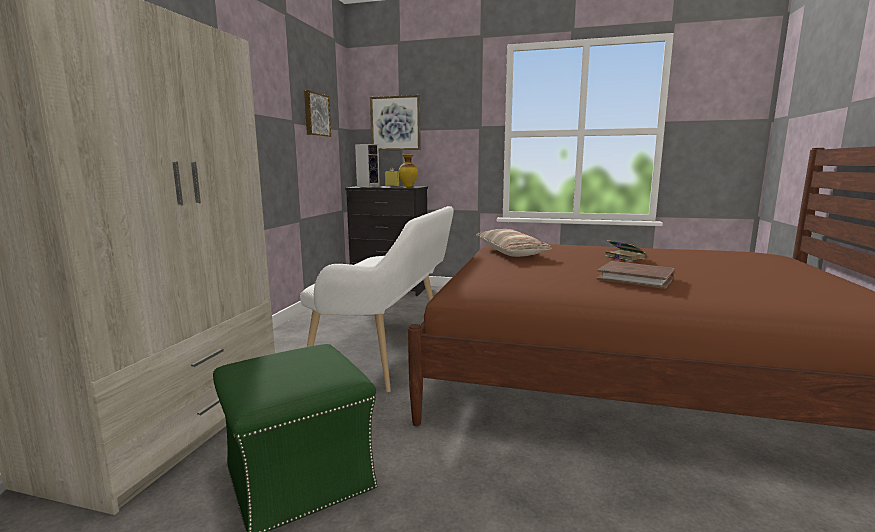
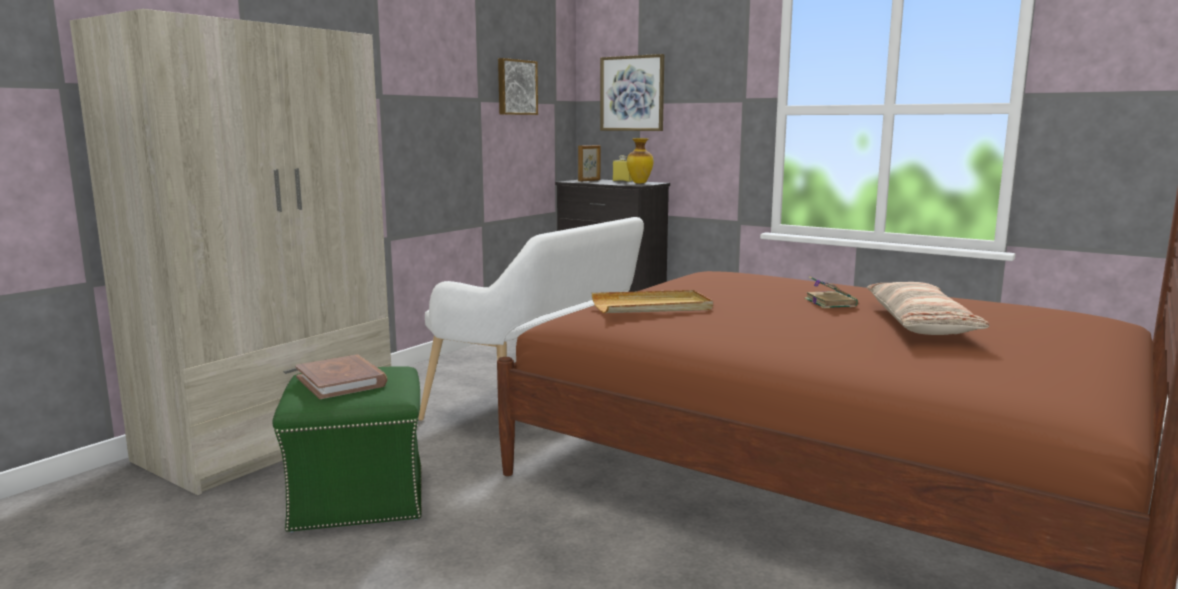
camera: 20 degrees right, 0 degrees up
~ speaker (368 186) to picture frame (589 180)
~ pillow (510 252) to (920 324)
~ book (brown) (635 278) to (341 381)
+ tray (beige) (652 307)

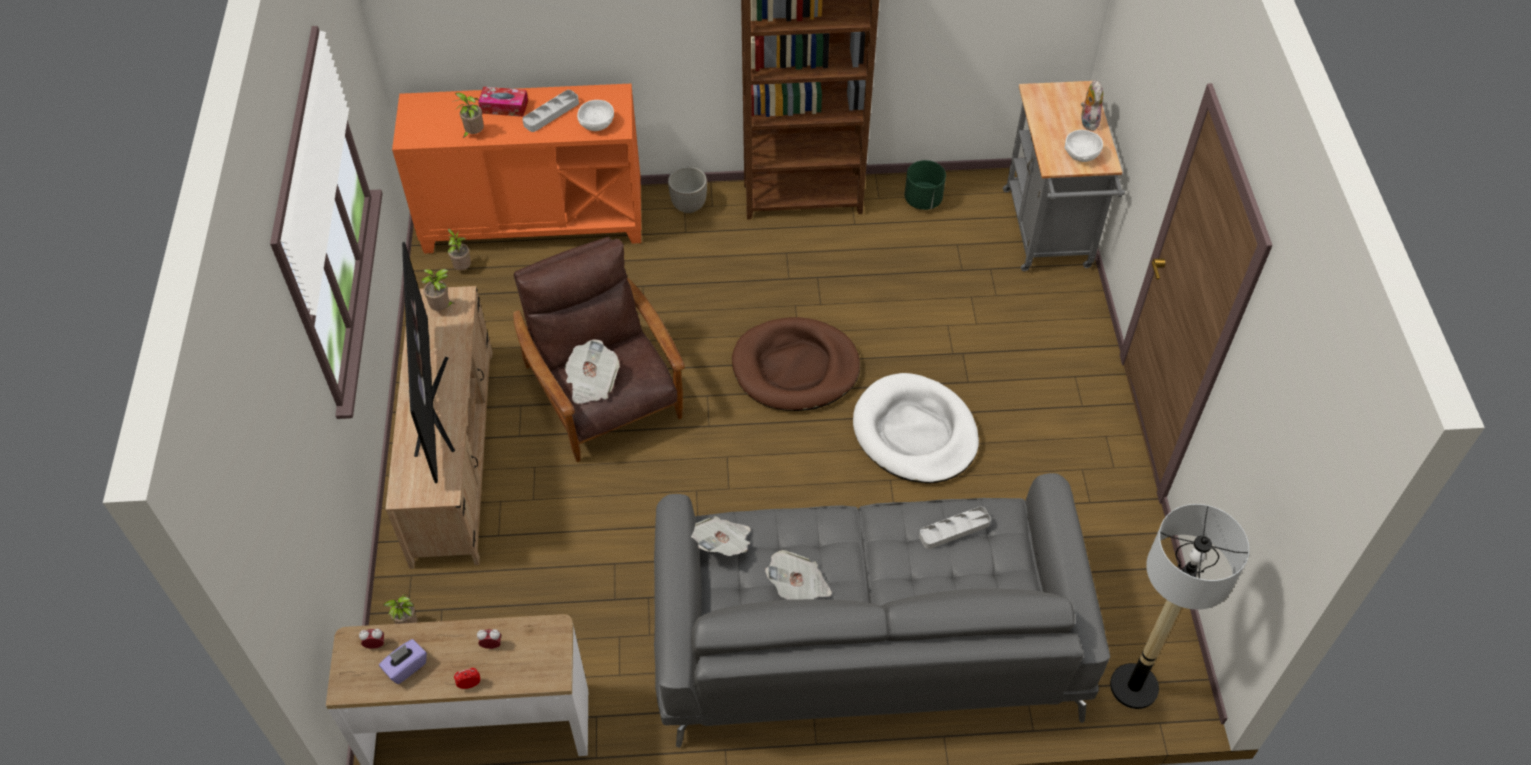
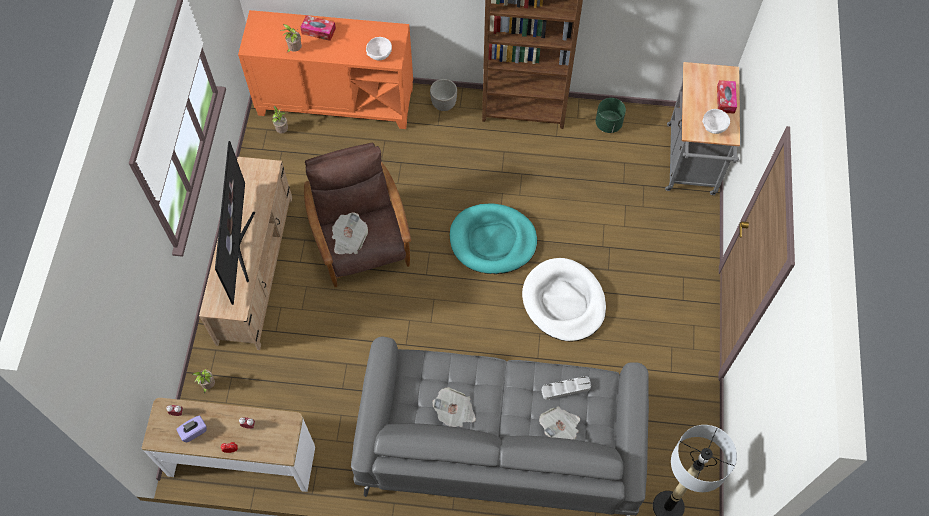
camera: 10 degrees right, 10 degrees up
~ plush toy (1087 121) to tissue box (725 100)
- tray (grey) (551 113)
- potted plant (442 308)
~ dog bed (brown) (795 368) to dog bed (turquoise) (492 241)
~ newspaper (723 544) to (560 427)

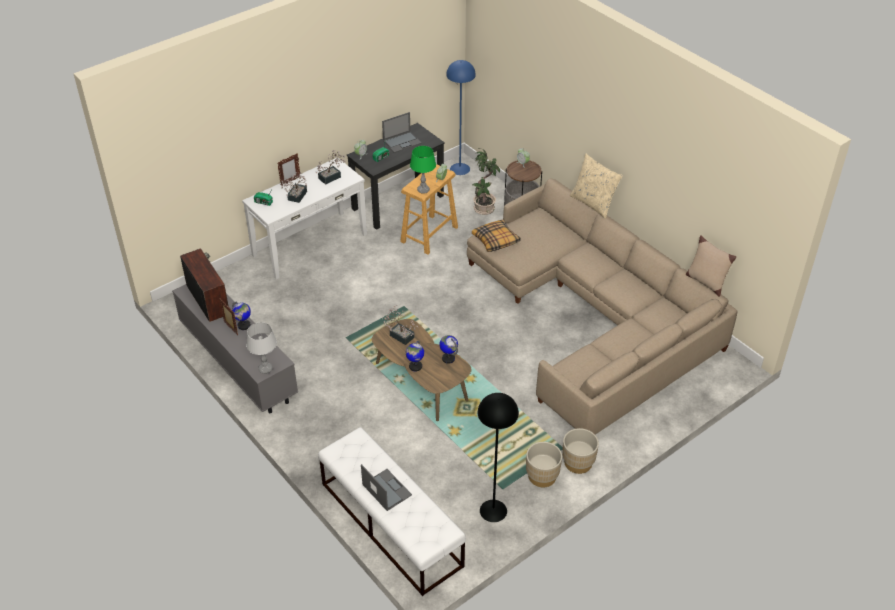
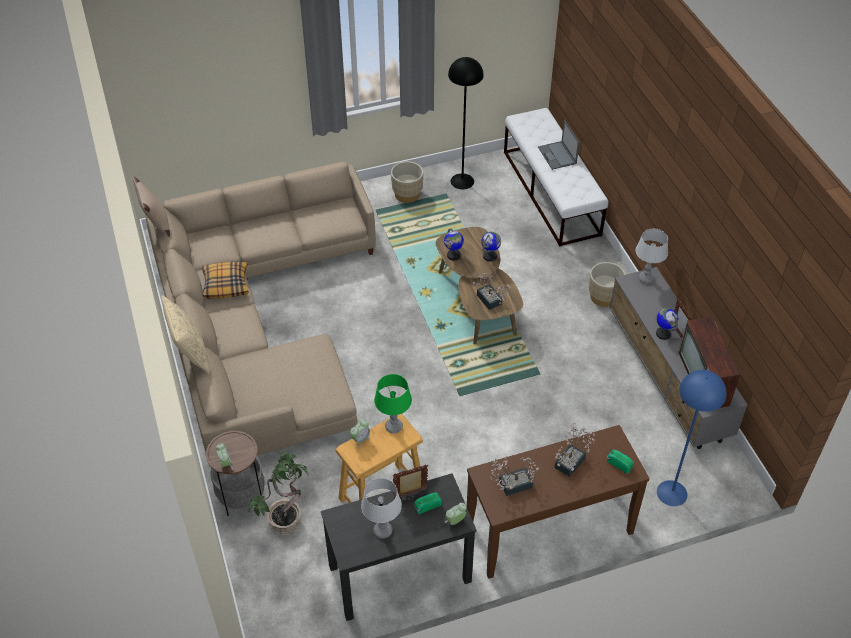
camera: 160 degrees left, 5 degrees up
~ floor lamp (blue) (460 169) to (672 492)
~ laptop (402 142) to table lamp (grey) (382 531)
~ picture frame (290 181) to (410 494)
~ console table (white) (309 244) to console table (brown) (549 529)
~ pillow (495 240) to (226 284)
~ planter (beige) (578 463) to (604 297)

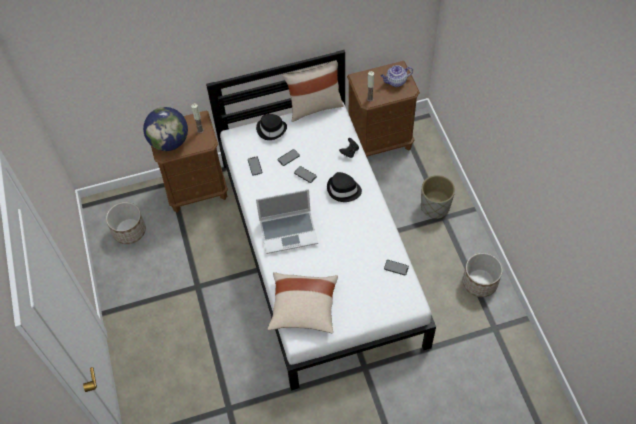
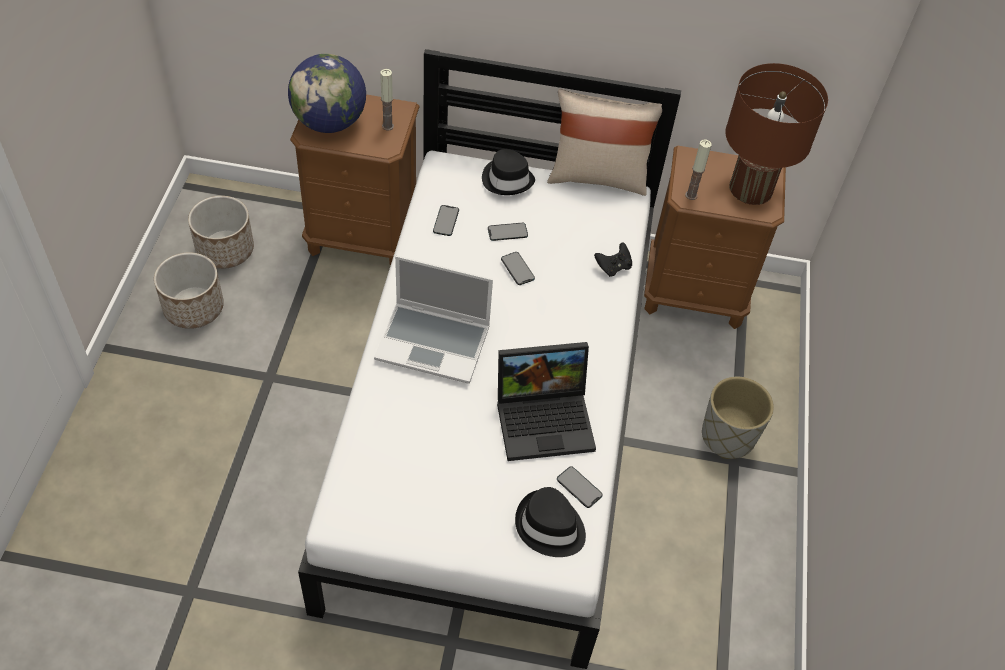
camera: 20 degrees right, 5 degrees down
~ teapot (395 82) to table lamp (brown) (750 188)
~ hat (black) (343 190) to (549 527)
~ planter (480 283) to (194 308)
- pillow (beige) (303 308)
+ laptop (546 418)

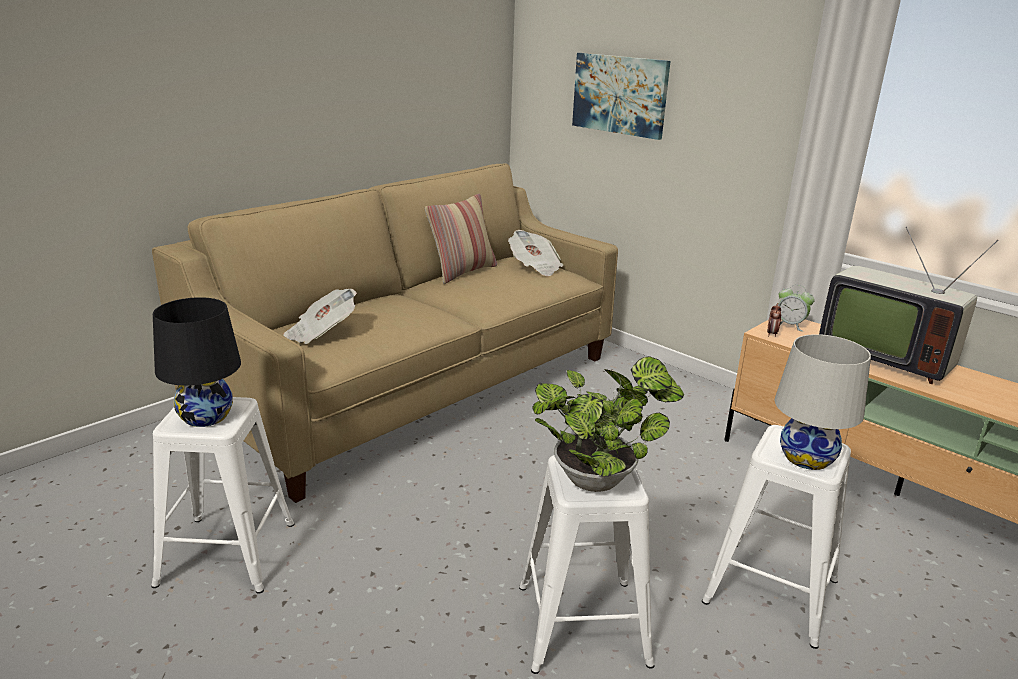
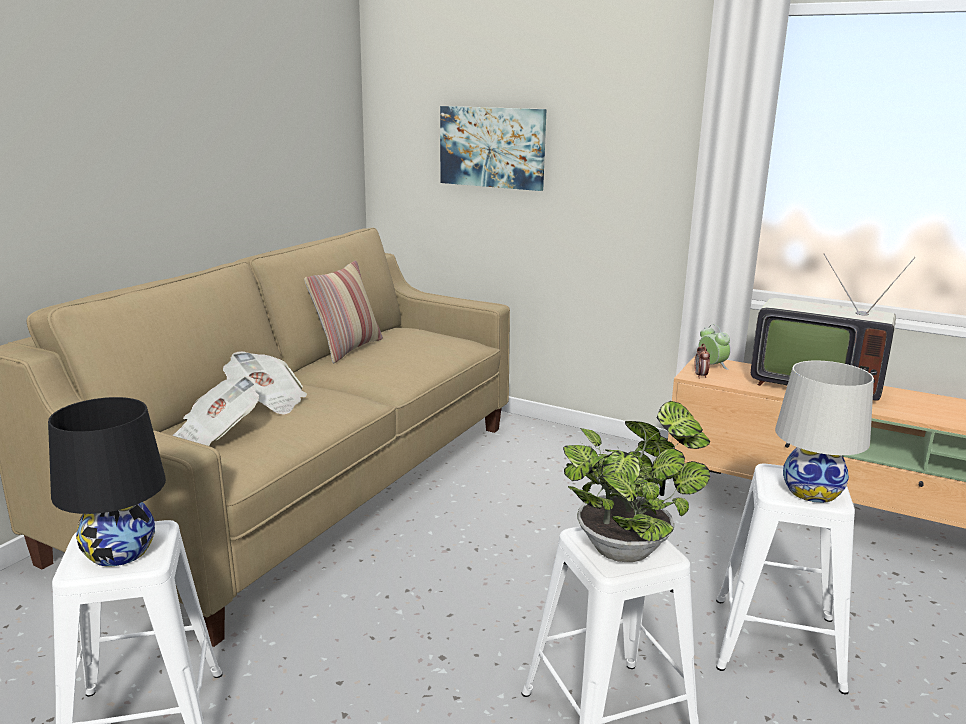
camera: 15 degrees left, 5 degrees down
~ newspaper (535 267) to (267 402)
~ alarm clock (790 325) = (712 366) 135 degrees counterclockwise

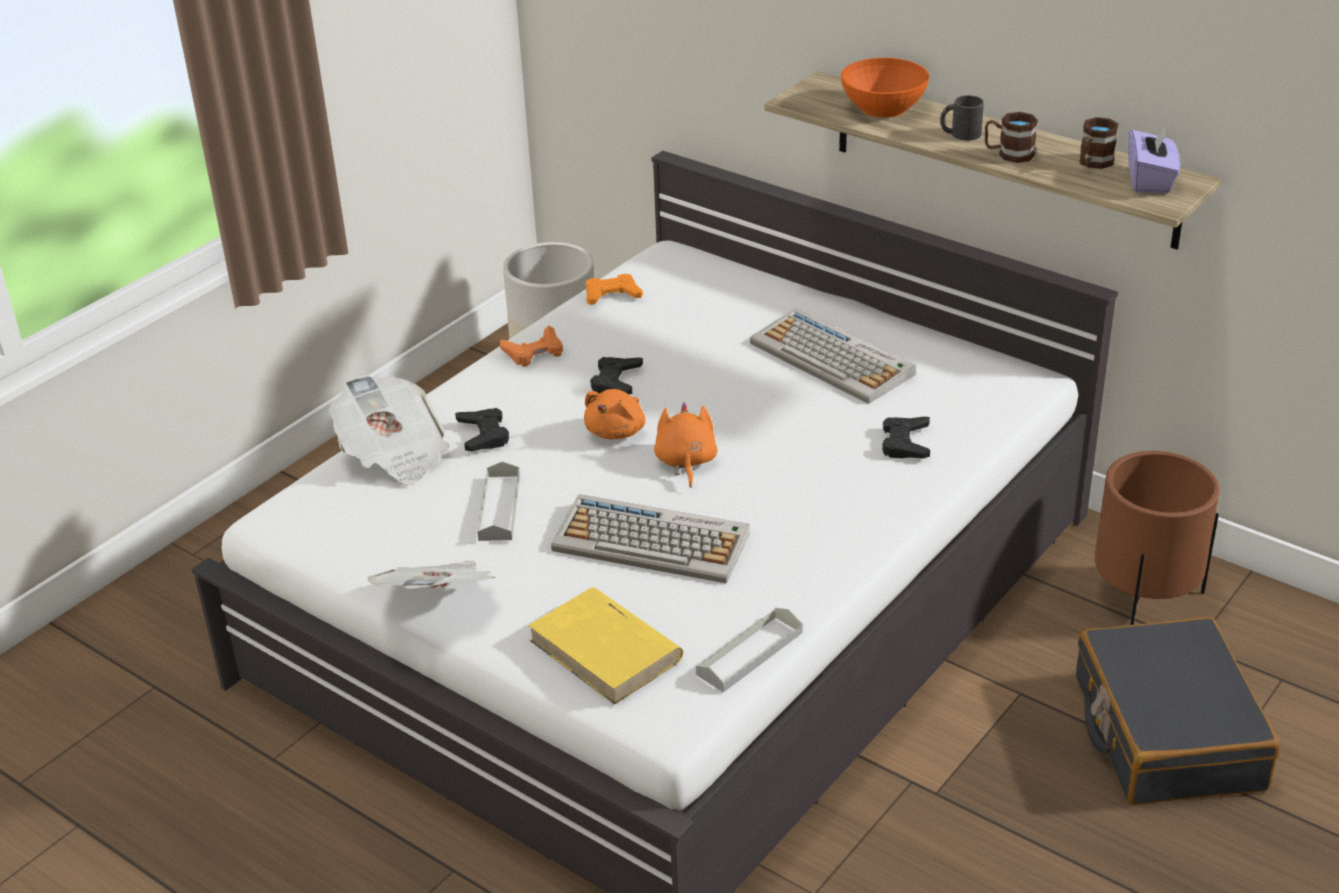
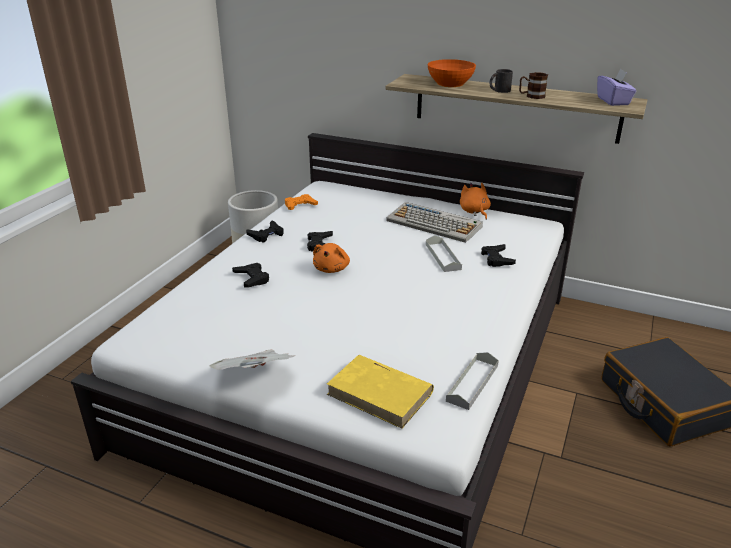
camera: 15 degrees left, 5 degrees down
- mug (brown) (1092 163)
~ game controller (orange) (534 352) to game controller (black) (266 235)
- newspaper (393 454)
~ plush toy (orange) (685 462) to (474 211)
- planter (brown) (1144 597)
~ tray (grey) (499 507) to (443 257)
- keyboard (653 541)

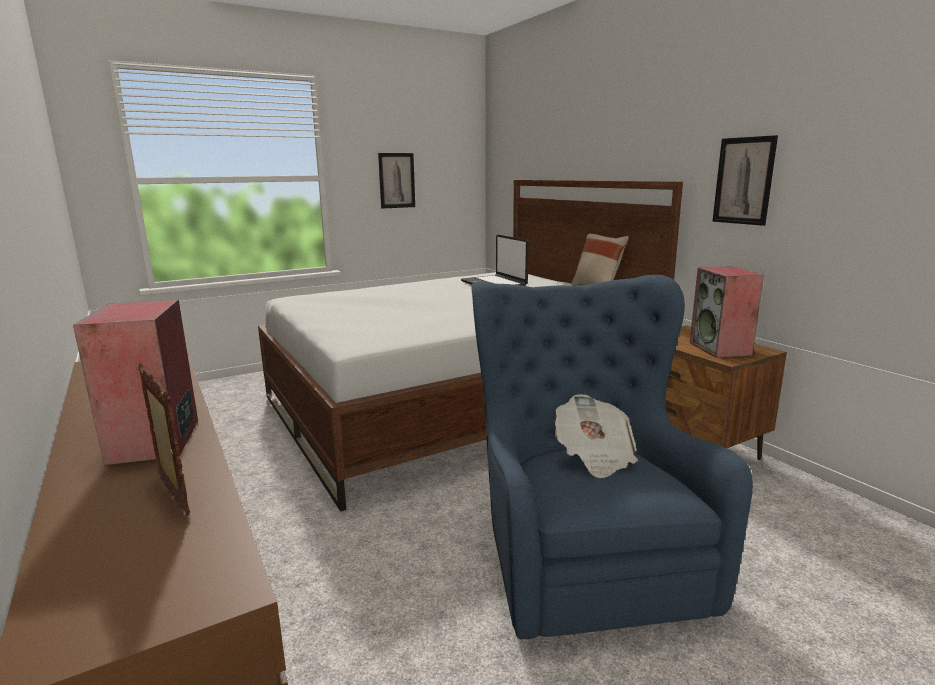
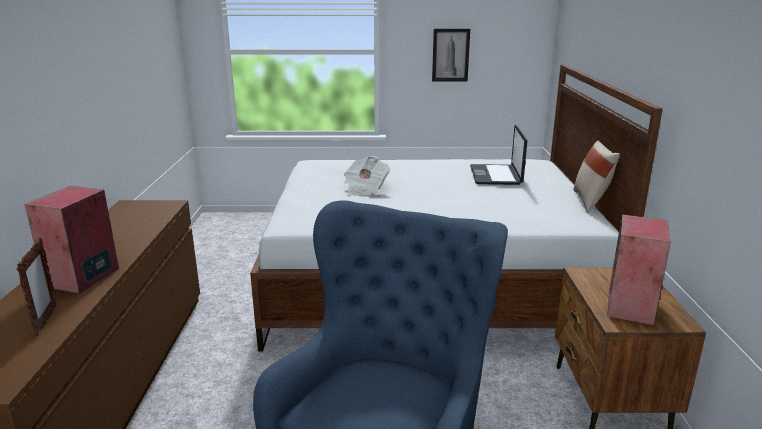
camera: 30 degrees right, 5 degrees up
- picture (743 181)
~ newspaper (594 456) to (365 189)

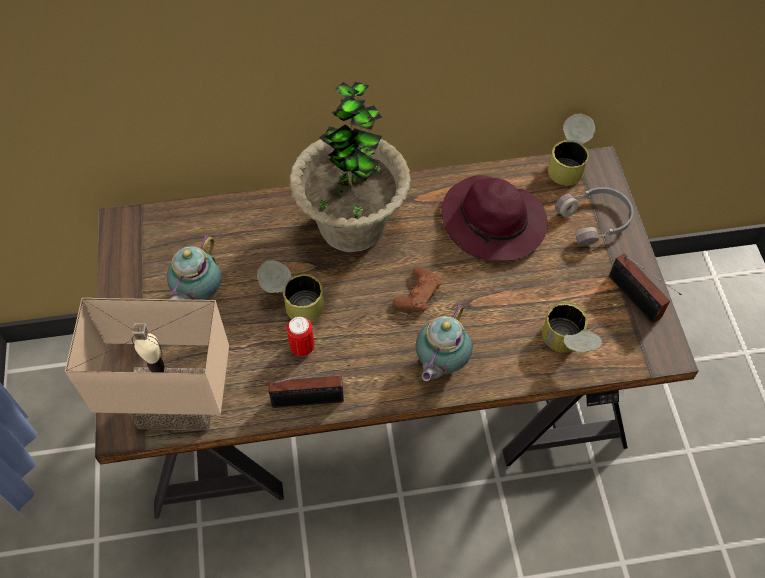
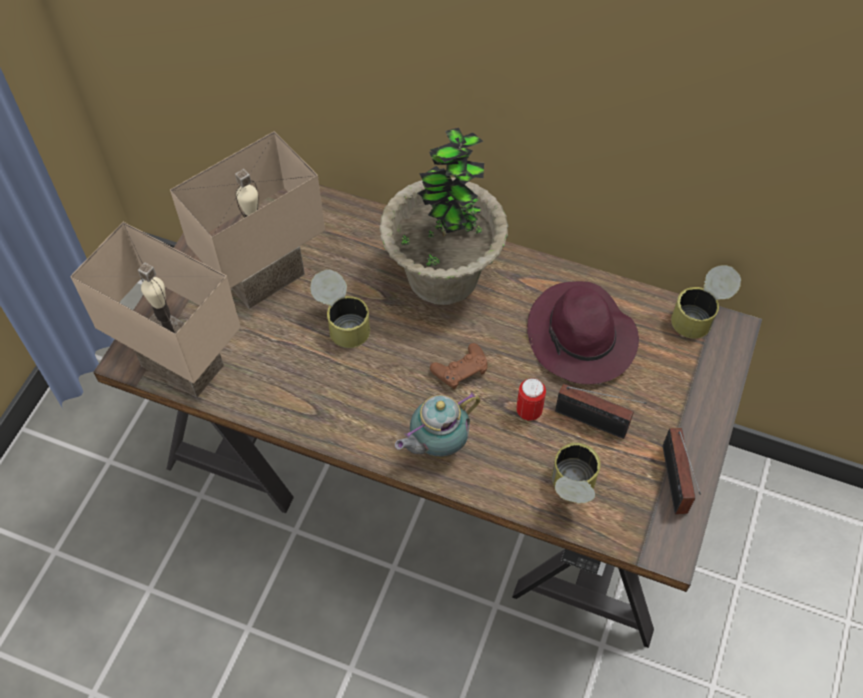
camera: 30 degrees right, 0 degrees up
- headphones (grey) (596 220)
~ teapot (198 295) to table lamp (beige) (264 275)
~ can (302 347) to (529 411)
~ radio (312 400) to (595 422)

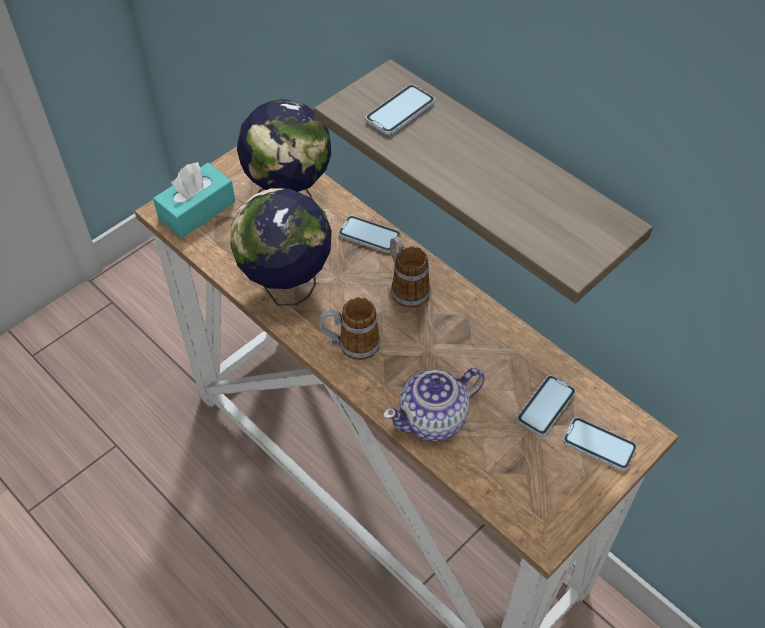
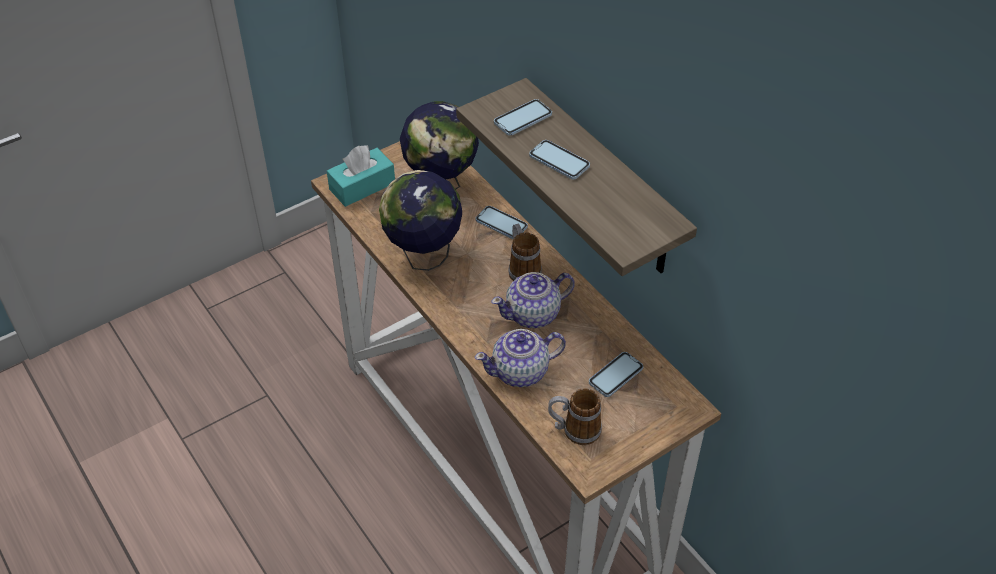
camera: 10 degrees right, 5 degrees down
~ mug (351 345) to (574 430)
~ phone (599 445) to (559 161)
+ teapot (533 314)

